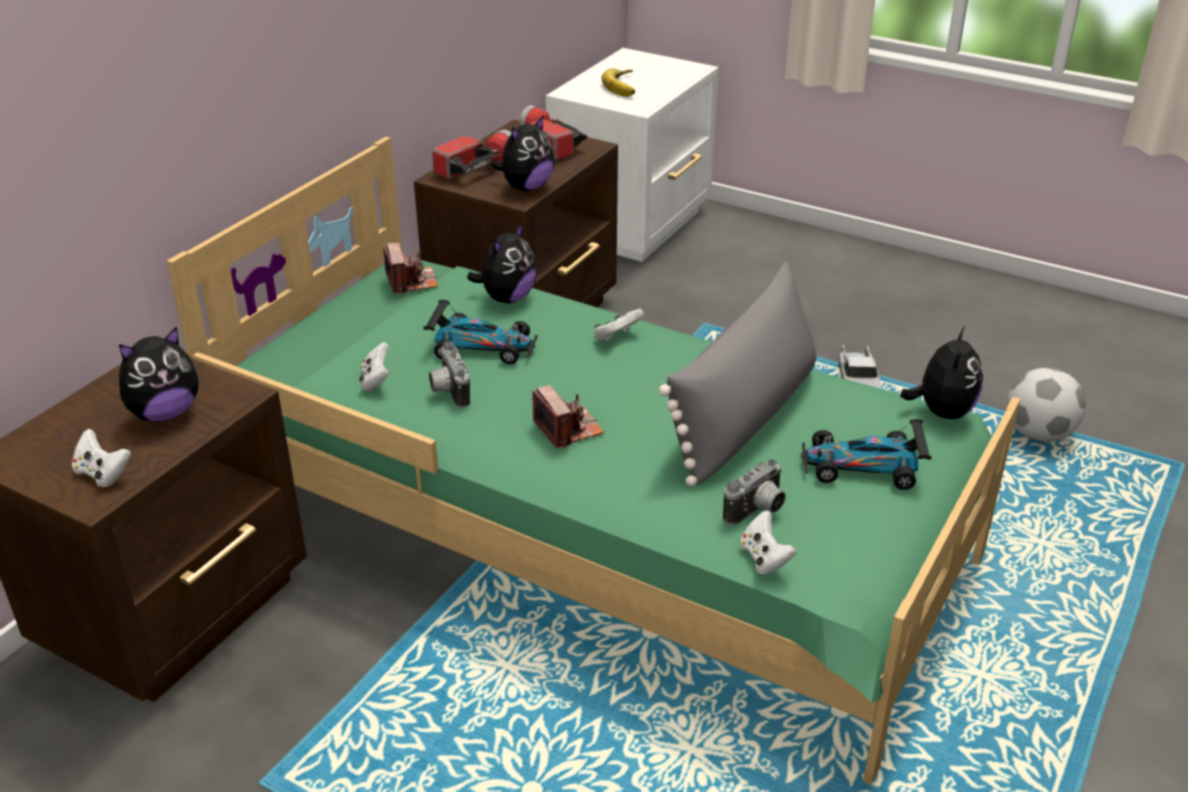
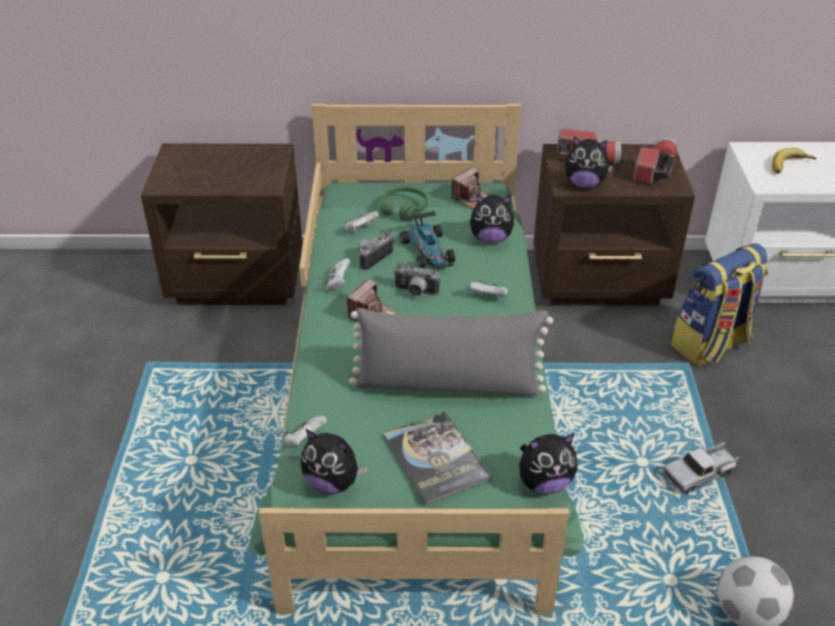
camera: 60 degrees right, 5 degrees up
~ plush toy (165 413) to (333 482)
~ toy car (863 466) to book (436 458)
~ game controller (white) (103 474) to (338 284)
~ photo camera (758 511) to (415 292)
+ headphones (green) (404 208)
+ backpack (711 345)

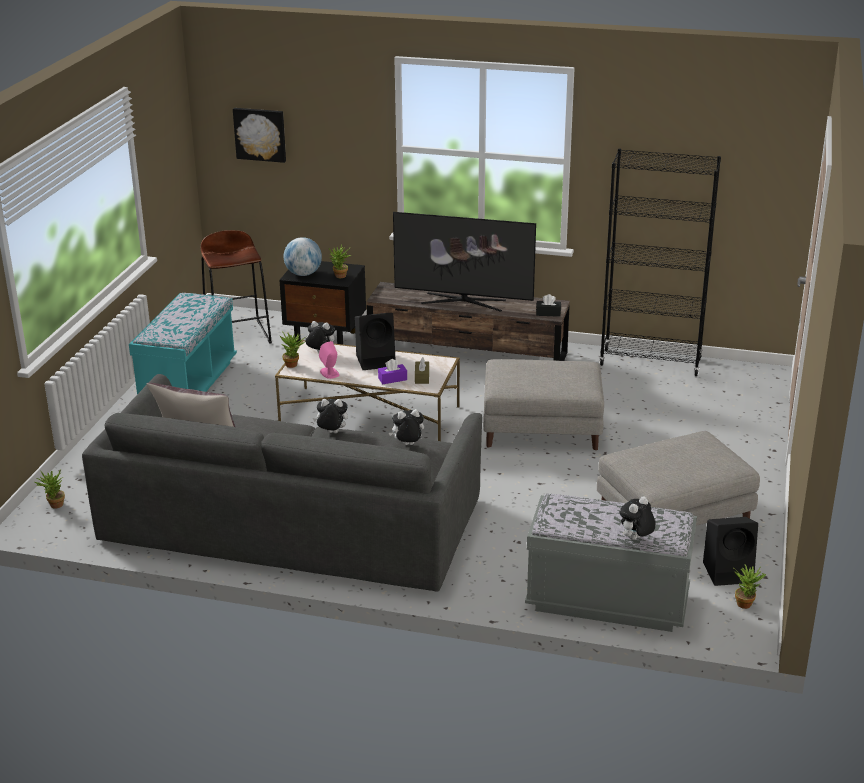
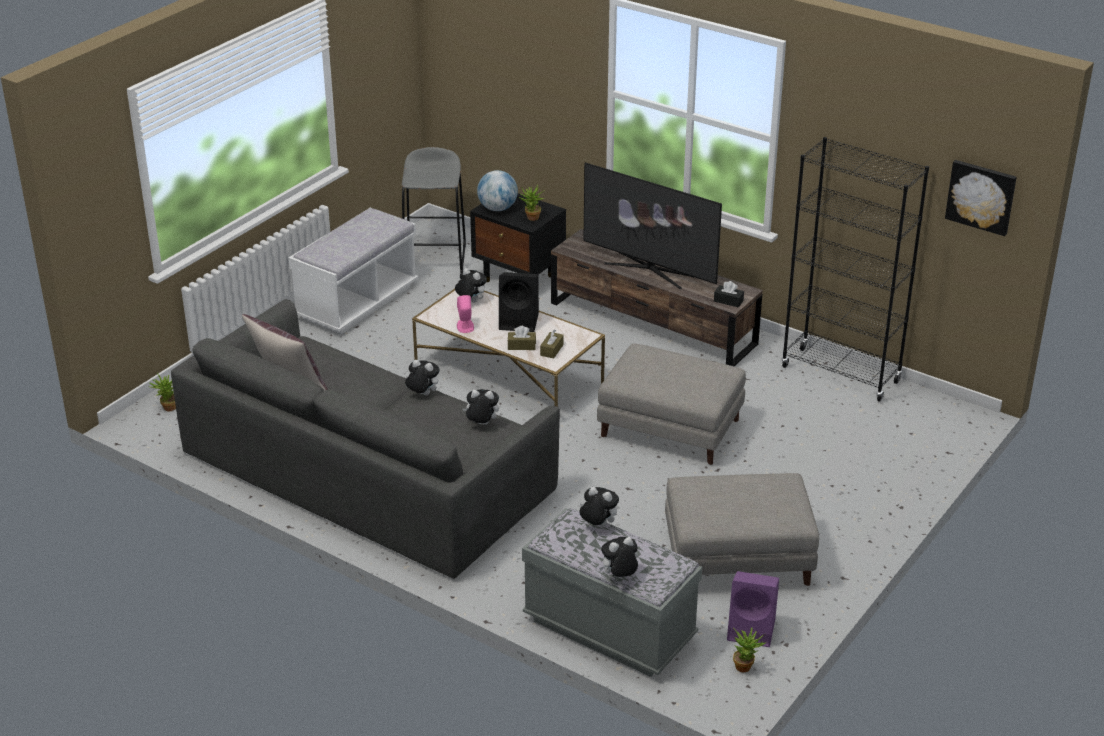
camera: 20 degrees right, 5 degrees up
~ picture (260 134) to (981 196)
~ stool (brown) (238 336) to stool (grey) (435 257)
~ bench (turquoise) (188 383) to bench (white) (357 303)
- potted plant (294 364)
~ tissue box (purple) (392 379) to tissue box (brown) (521 346)
~ speaker (black) (729 572) to speaker (purple) (752 629)
+ plush toy (598 525)

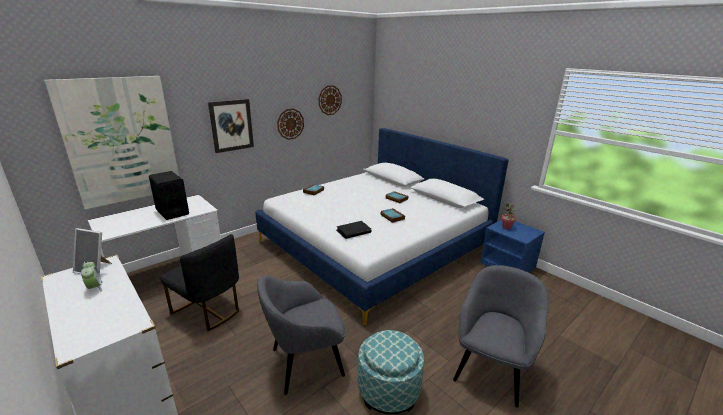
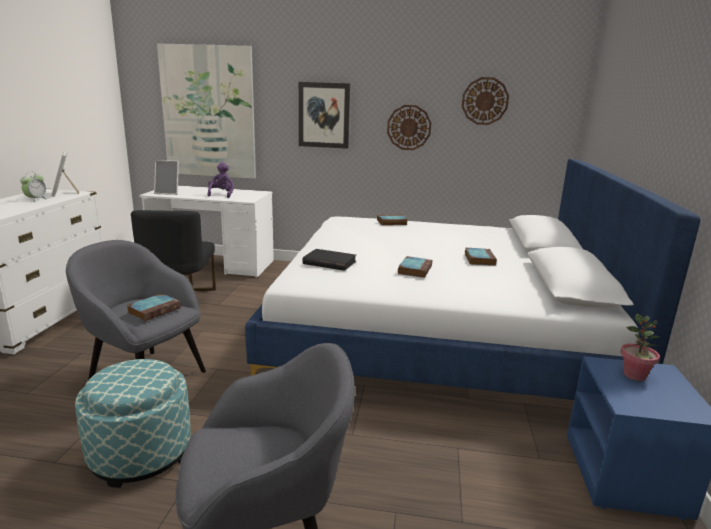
camera: 50 degrees right, 5 degrees down
~ speaker (black) (172 212) to plush toy (purple) (221 195)
+ picture frame (168 193)
+ book (155 310)

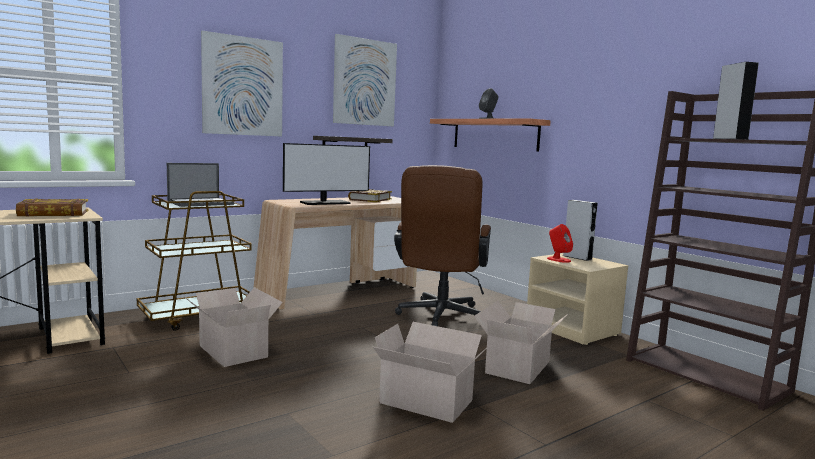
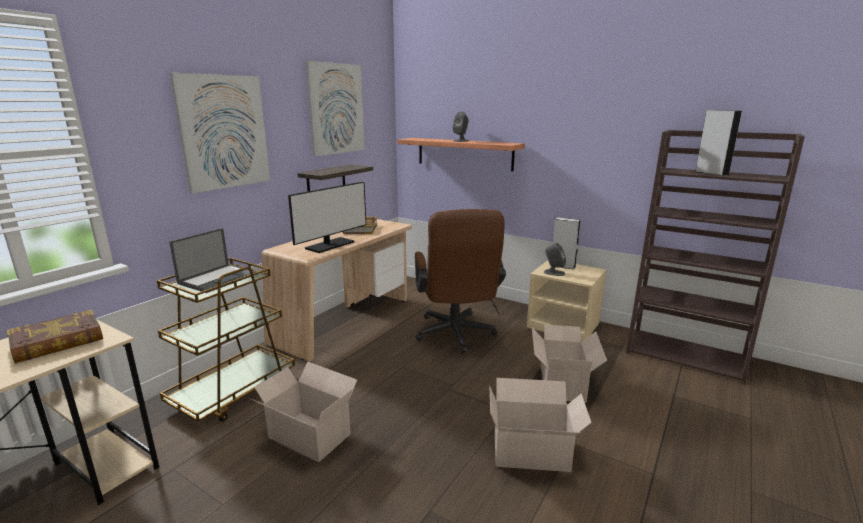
camera: 20 degrees left, 10 degrees up
~ speaker (red) (558 260) to speaker (grey) (554 273)

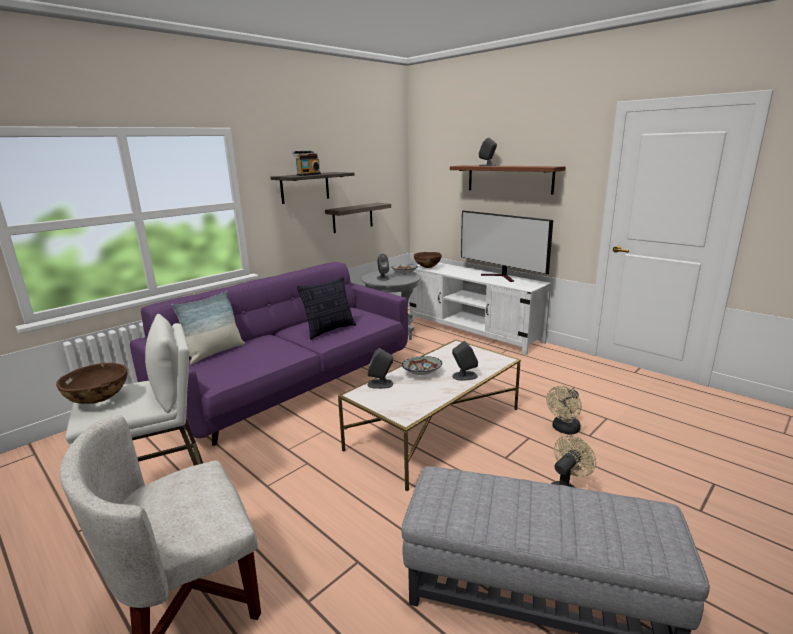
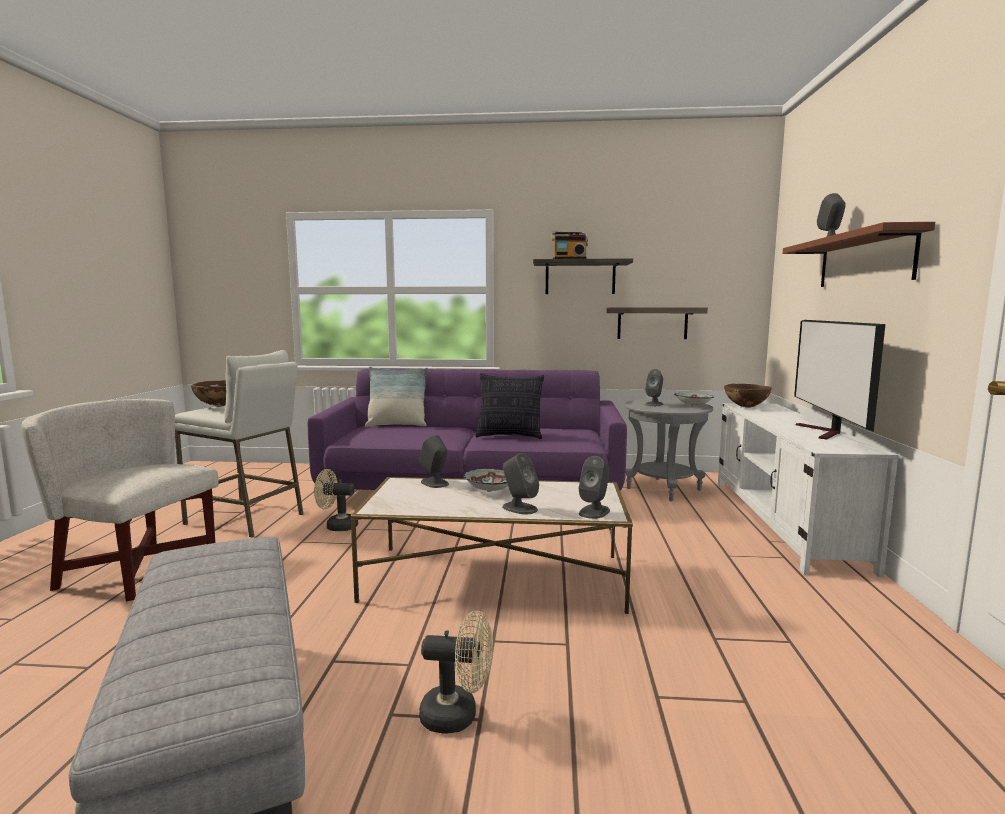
camera: 50 degrees right, 10 degrees down
~ fan (beige) (564 429) to (336 526)
+ speaker (grey) (594 511)

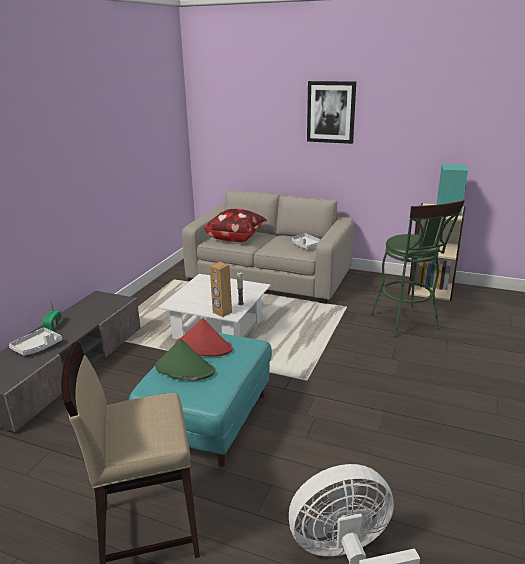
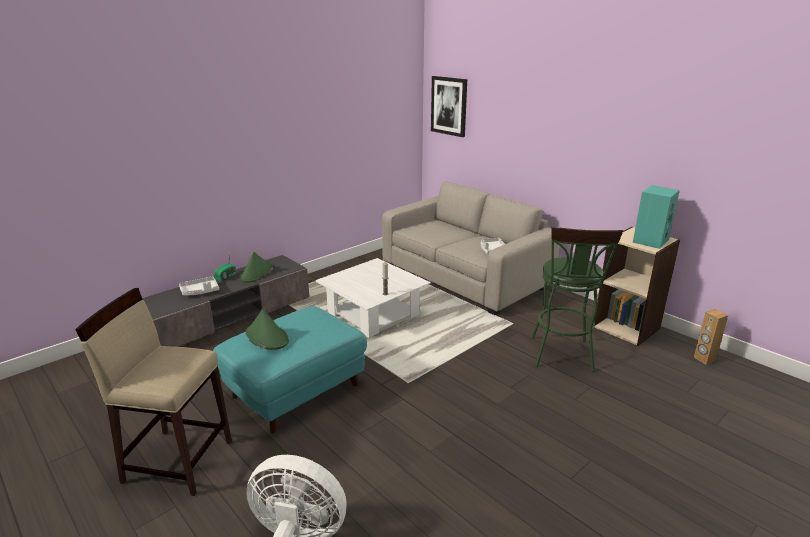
camera: 25 degrees right, 0 degrees up
~ picture (331 112) to (449 106)
- pillow (236 238)
~ speaker (brown) (222 312) to (704 359)
- hat (red) (204 347)
+ hat (green) (256 273)

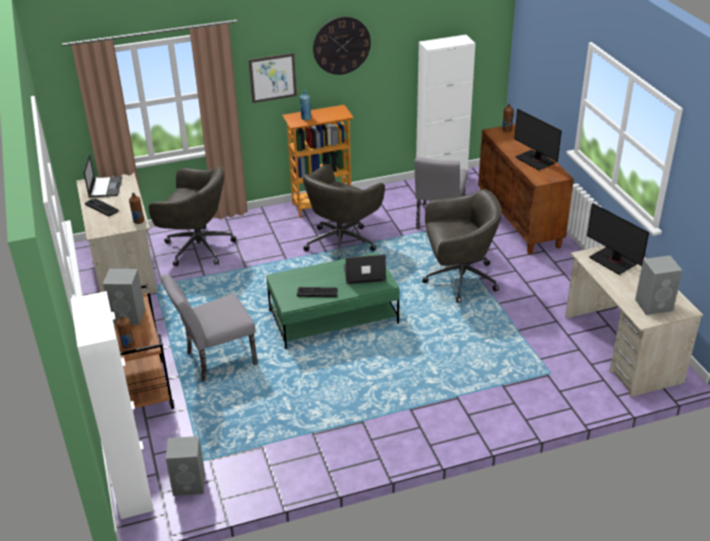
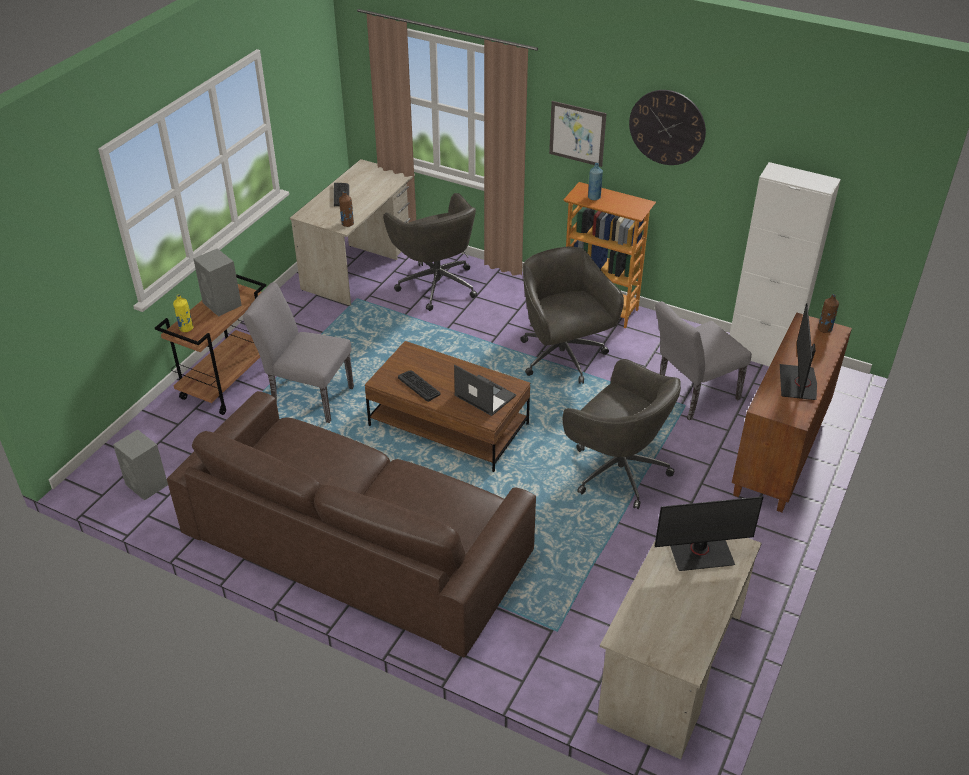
camera: 45 degrees right, 5 degrees up
- laptop (105 187)
~ office chair (grey) (342 243) = (563 358) 75 degrees clockwise
~ monitor (613 261) = (700 553) 105 degrees counterclockwise
~ coffee table (green) (333 317) to coffee table (brown) (448 425)
- speaker (grey) (654 305)
- cabinet (white) (132 488)
~ bottle (brown) (128 345) to bottle (yellow) (186 328)
+ sofa (brown) (357 542)

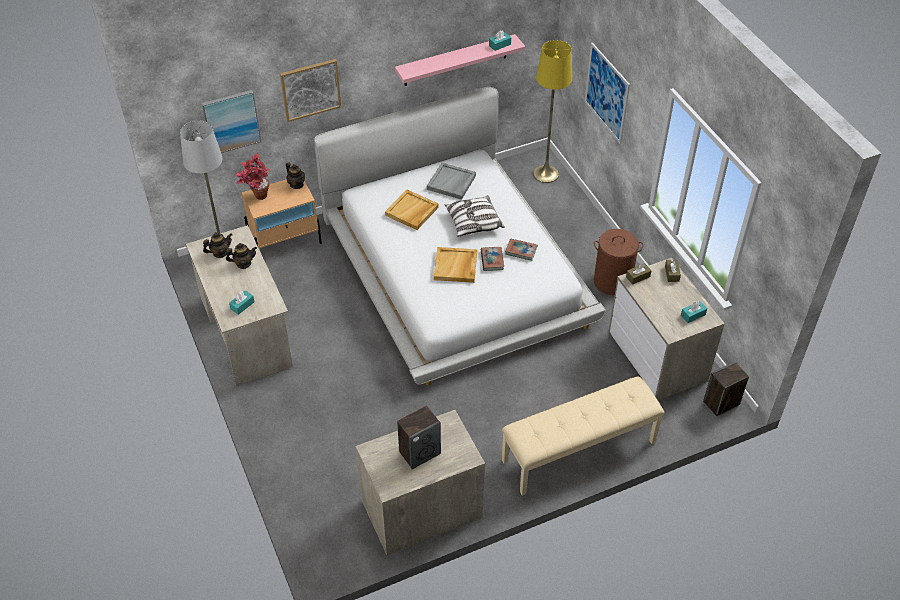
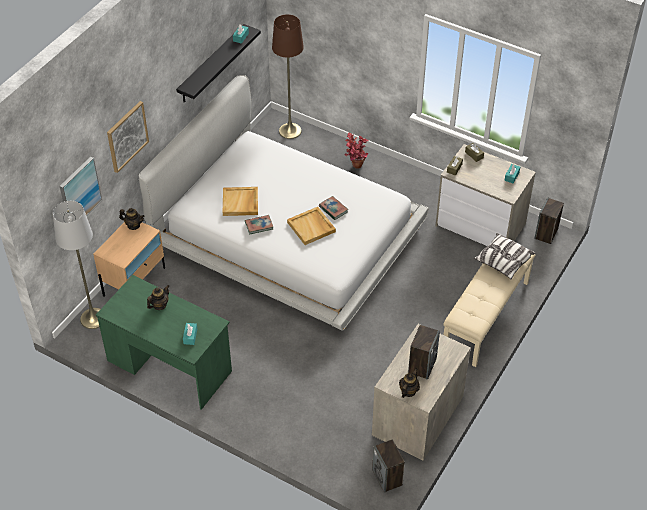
camera: 35 degrees left, 0 degrees up
~ shelf (pink) (455 60) to shelf (black) (211 64)
~ floor lamp (yellow) (545 174) to floor lamp (brown) (290 131)
- picture (607 93)
~ potted plant (256 197) to (355 167)
- tray (grey) (451 183)
~ pillow (473 222) to (503 261)
~ desk (beige) (246 332) to desk (green) (169 366)
- laundry basket (brown) (612 281)
~ teapot (220 253) to (408 391)
~ book (521 251) to (259 226)
+ speaker (387 478)

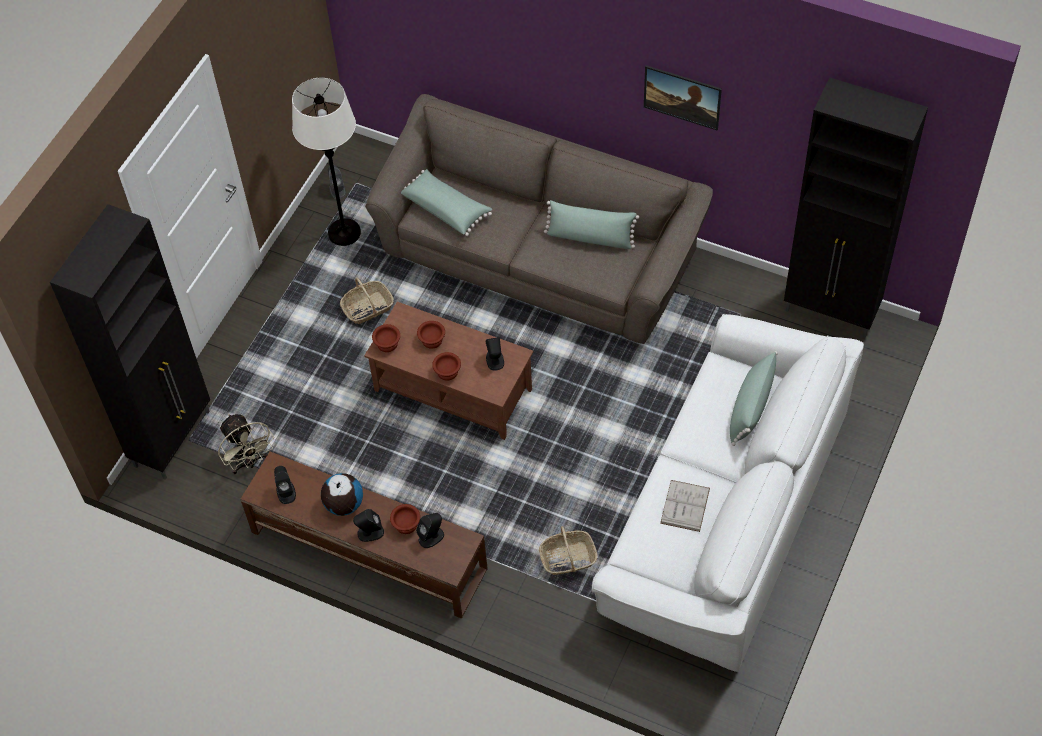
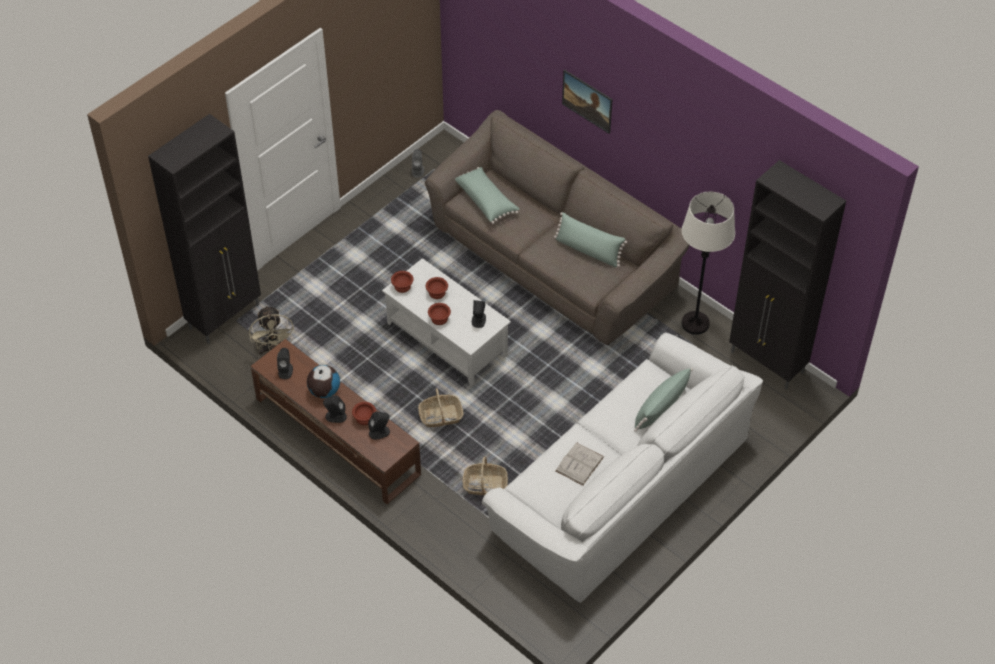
camera: 15 degrees right, 5 degrees down
~ picture (681 107) to (586 109)
~ floor lamp (white) (344 233) to (695 323)
~ basket (368 308) to (440 416)
~ coffee table (brown) (454 389) to coffee table (white) (448 339)

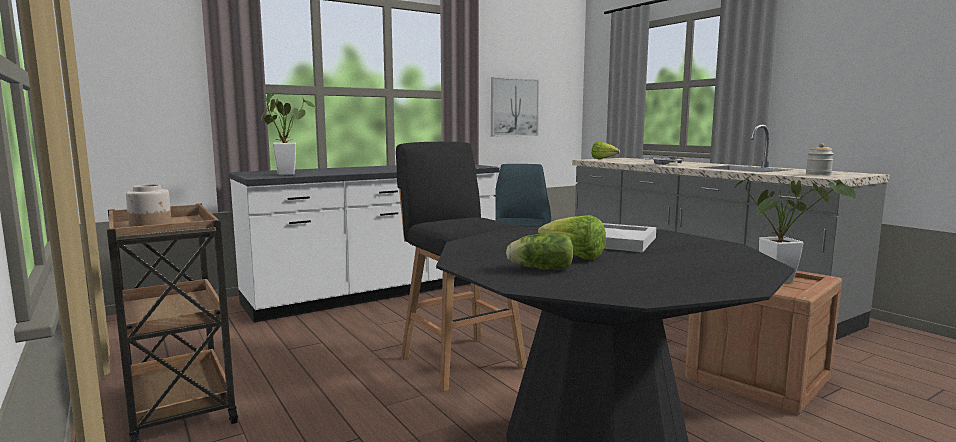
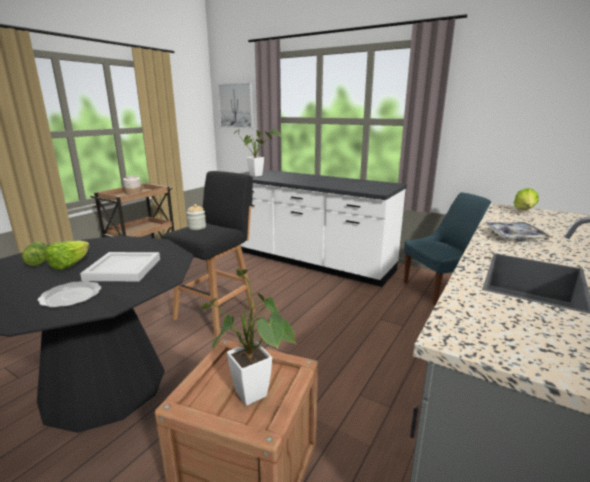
camera: 65 degrees right, 10 degrees up
~ picture (514 107) to (236 106)
~ jar (818 173) to (197 227)
+ plate (70 296)

